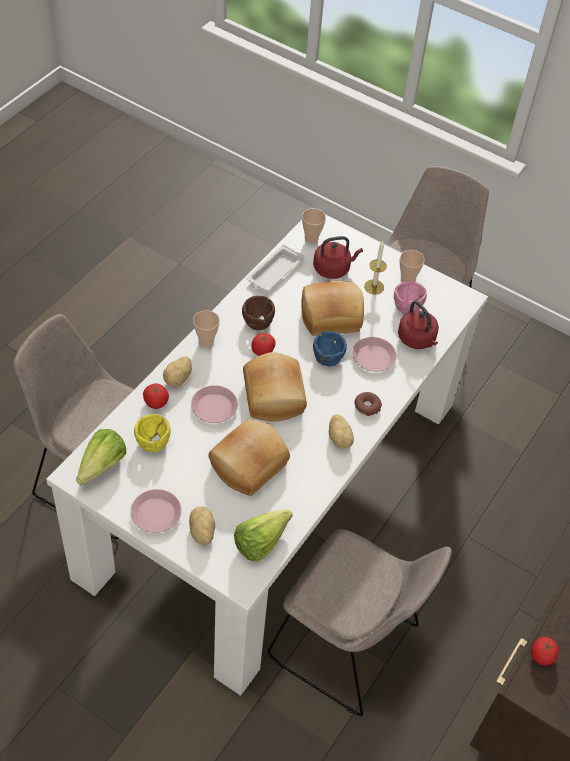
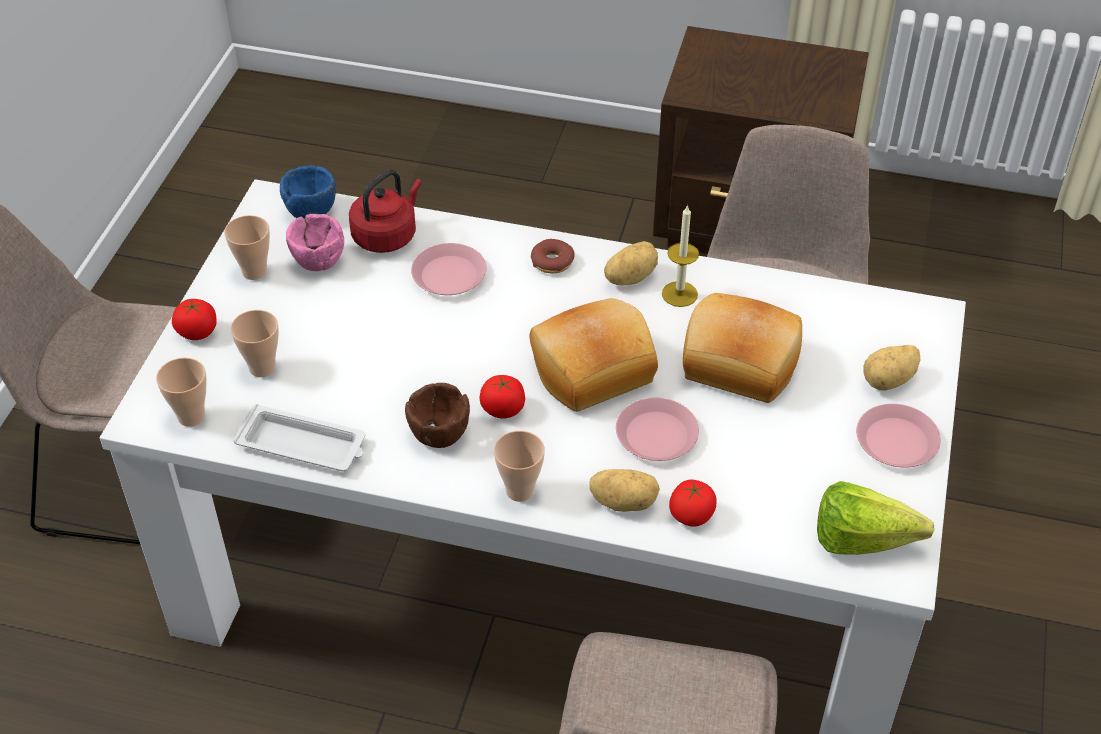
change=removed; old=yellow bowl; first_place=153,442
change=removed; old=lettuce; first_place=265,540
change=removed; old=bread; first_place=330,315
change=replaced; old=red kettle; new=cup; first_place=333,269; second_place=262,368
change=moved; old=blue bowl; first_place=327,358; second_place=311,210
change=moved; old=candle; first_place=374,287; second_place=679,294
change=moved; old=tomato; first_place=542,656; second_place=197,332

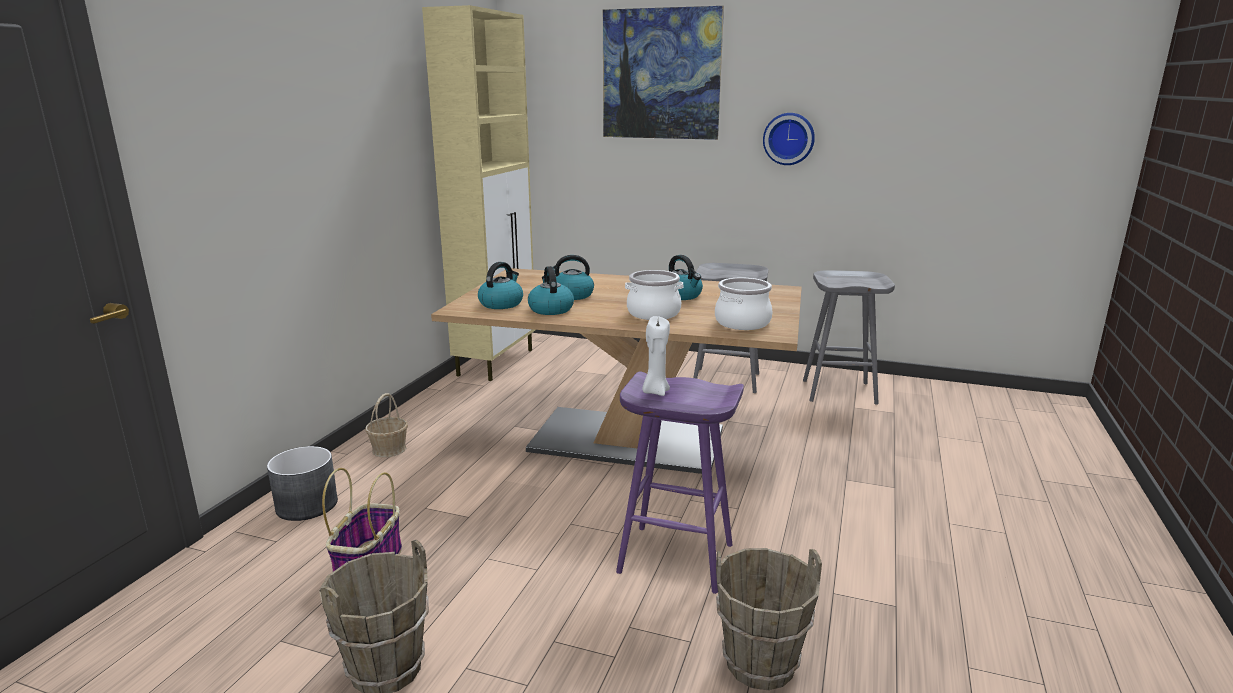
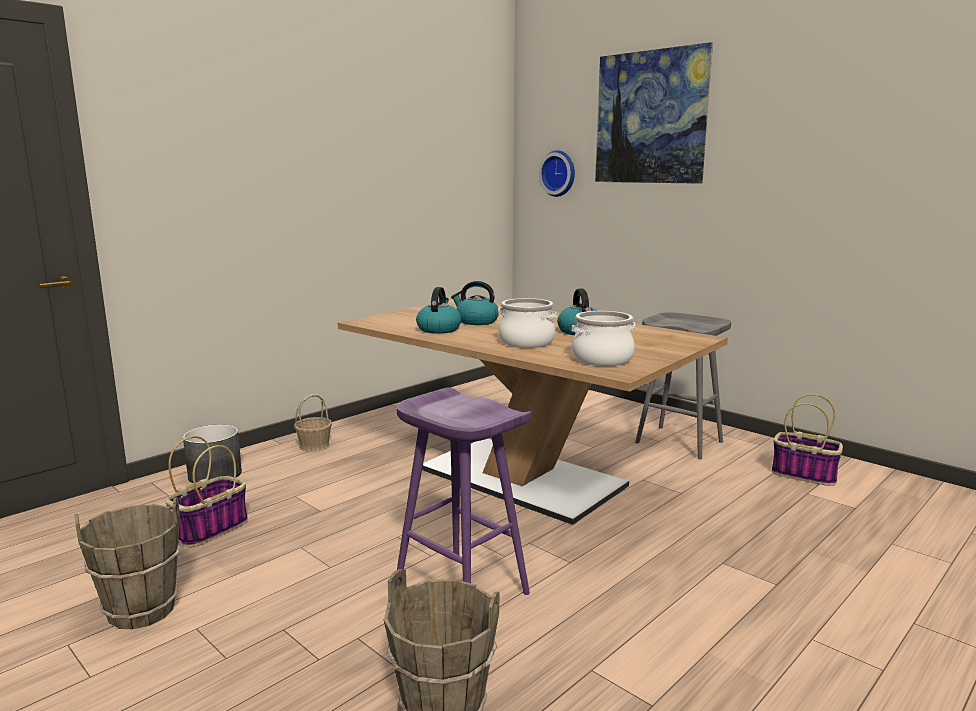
change=removed; old=beige cabinet; first_place=497,362
change=removed; old=kettle; first_place=501,304
change=removed; old=white candle; first_place=655,391
change=moved; old=wall clock; first_place=789,138; second_place=559,173
change=replaced; old=grey stool; new=basket; first_place=840,391; second_place=805,475

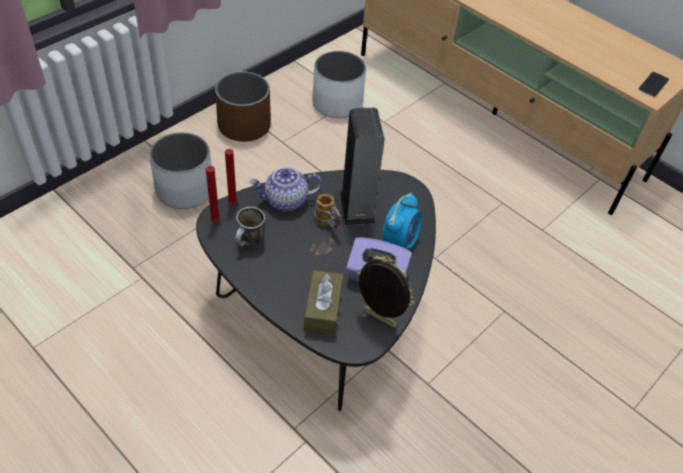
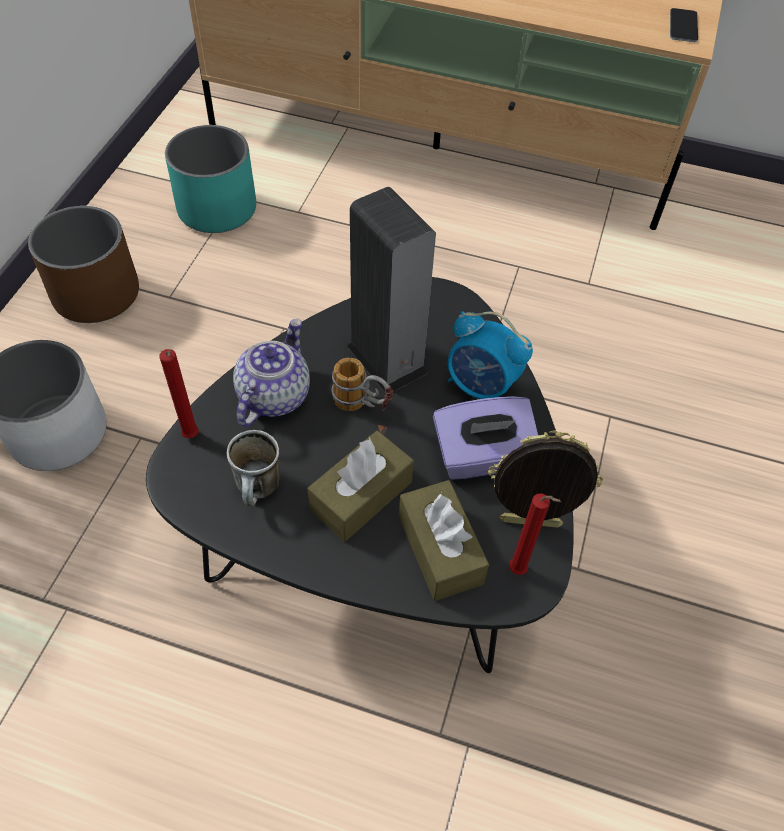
change=moved; old=red candle; first_place=216,222; second_place=520,571
change=turned; old=teapot; first_place=285,201; second_place=273,395; degrees=150
change=recoloured; old=white planter; new=turquoise planter; first_place=337,104; second_place=217,210
change=turned; old=alarm clock; first_place=400,242; second_place=481,386; degrees=120
change=added; new=brown tissue box; second_place=361,495

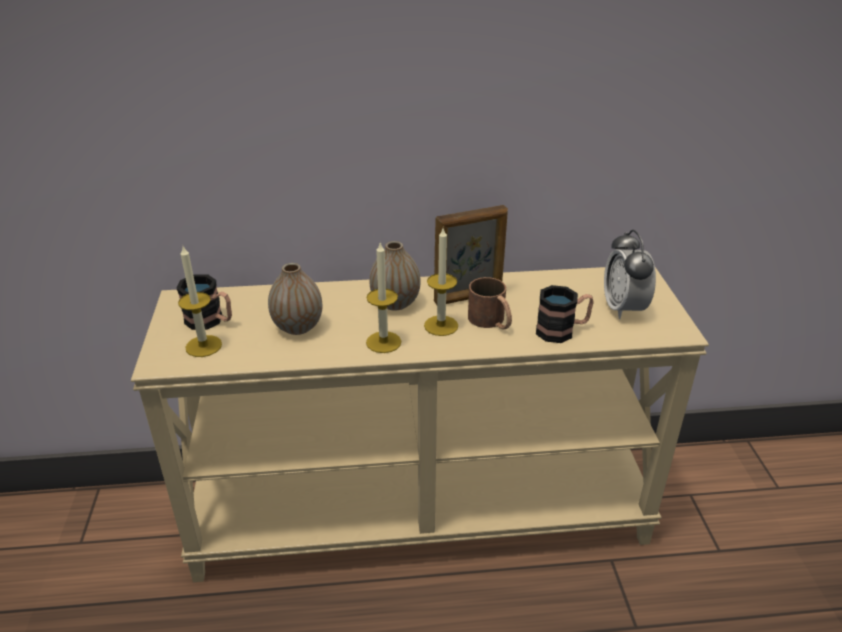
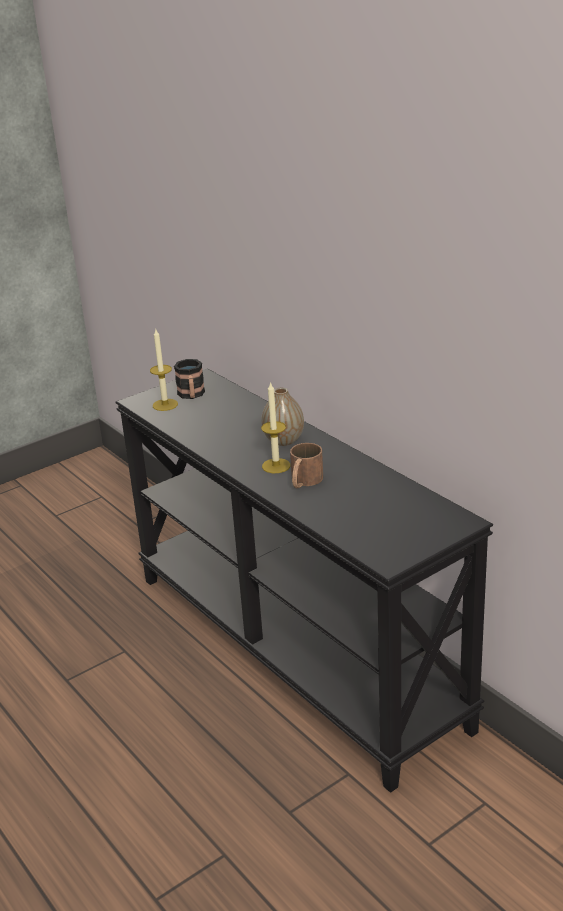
change=recoloured; old=beige console table; new=black console table; first_place=422,512; second_place=297,648
change=removed; old=vase; first_place=298,327
change=removed; old=candle; first_place=383,342
change=removed; old=picture frame; first_place=468,297
change=removed; old=mug; first_place=562,330
change=removed; old=alarm clock; first_place=623,308

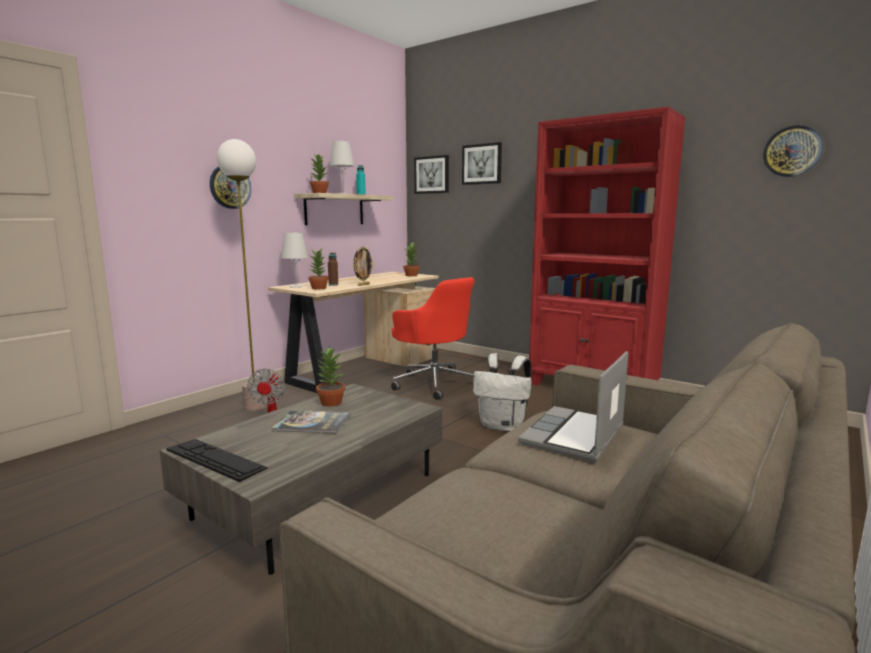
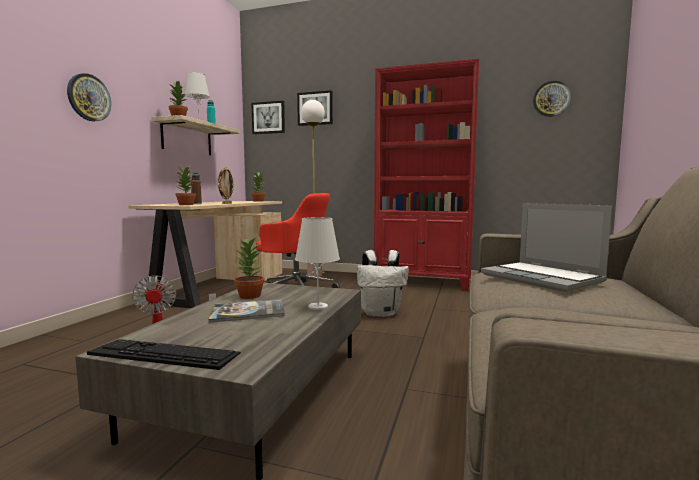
change=moved; old=floor lamp; first_place=256,406; second_place=314,275
change=moved; old=white table lamp; first_place=296,286; second_place=317,306
change=turned; old=laptop; first_place=574,436; second_place=543,278; degrees=-45

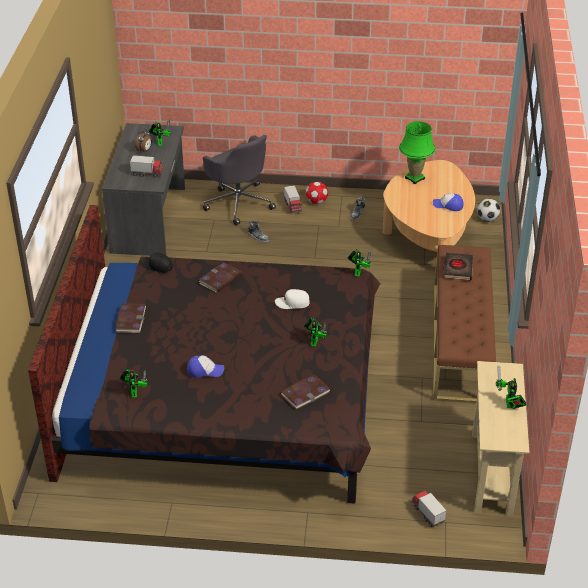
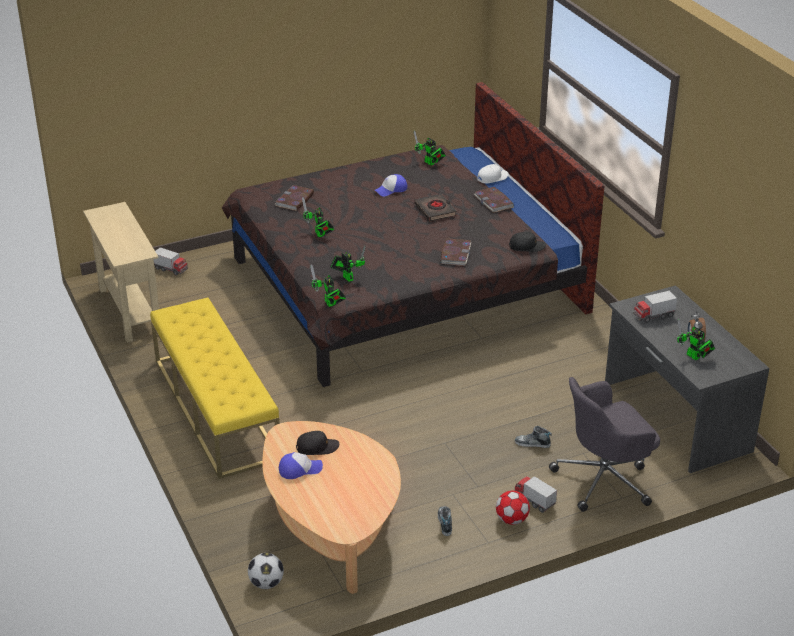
change=turned; old=grey office chair; first_place=238,202; second_place=604,479; degrees=-45
change=moved; old=white cap; first_place=292,303; second_place=492,178
change=removed; old=green table lamp; first_place=414,178
change=recoloured; old=brown bench; new=yellow bench; first_place=461,341; second_place=215,408
change=moved; old=black book; first_place=457,269; second_place=435,210
change=moved; old=toy robot; first_place=509,405; second_place=347,277
change=added; new=black cap; second_place=317,447

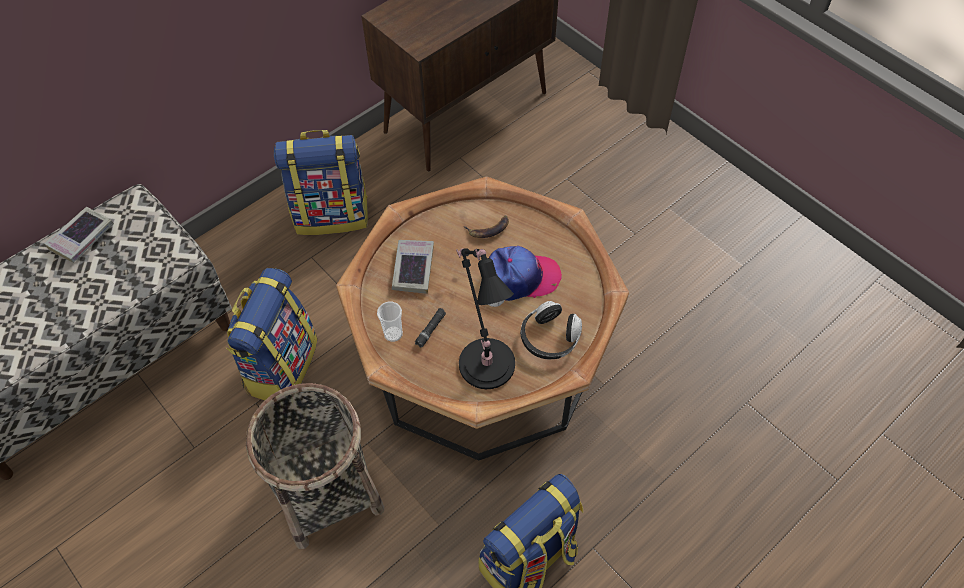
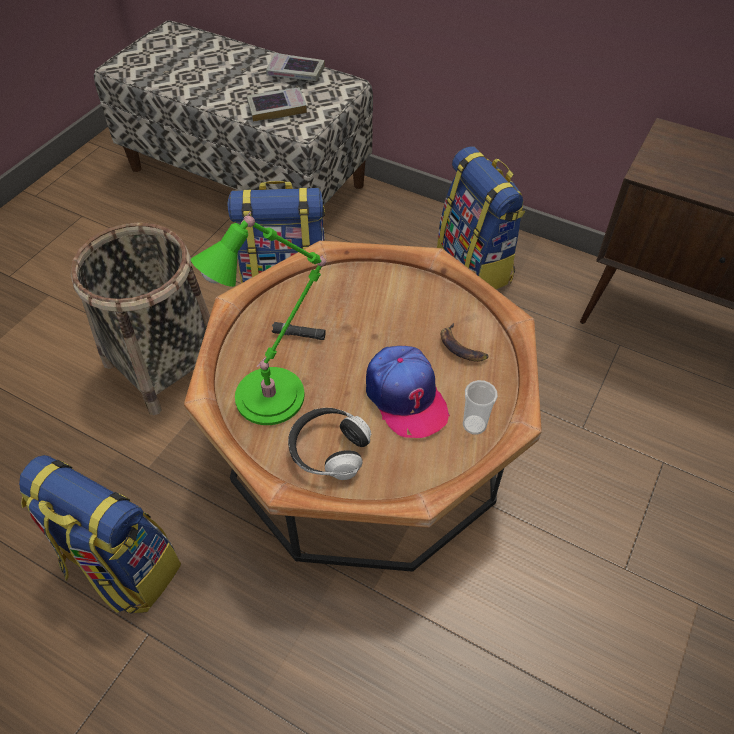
change=moved; old=cup; first_place=393,334; second_place=474,425
change=moved; old=book; first_place=413,269; second_place=277,108
change=recoloured; old=black table lamp; new=green table lamp; first_place=485,359; second_place=275,393

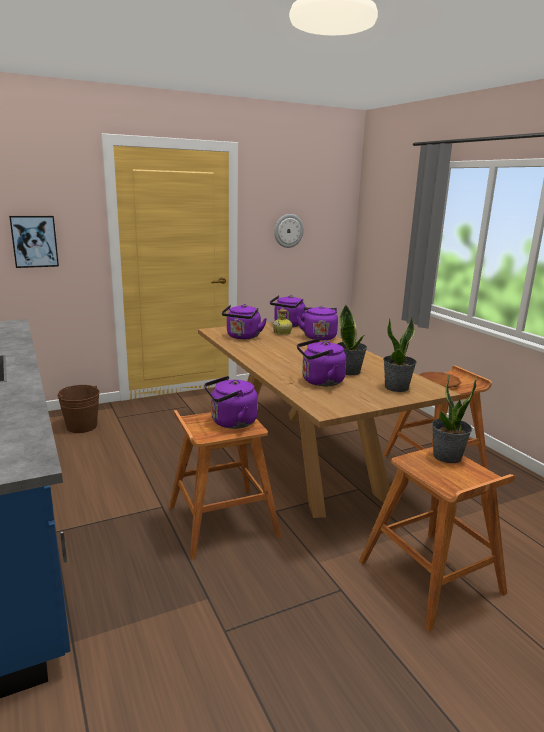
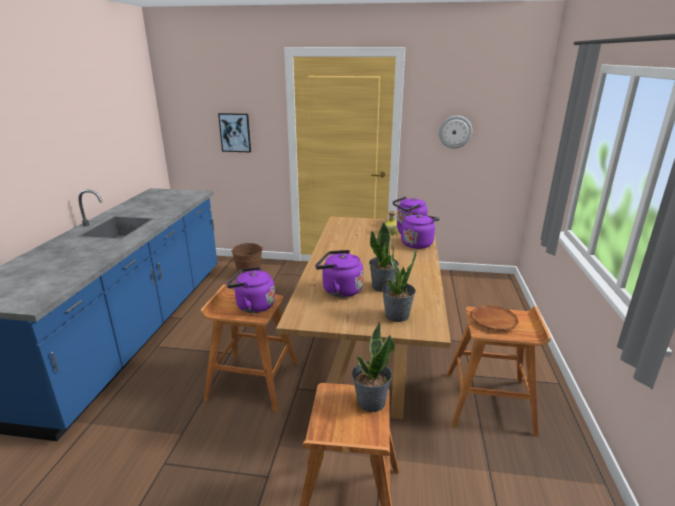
change=removed; old=purple kettle; first_place=243,337

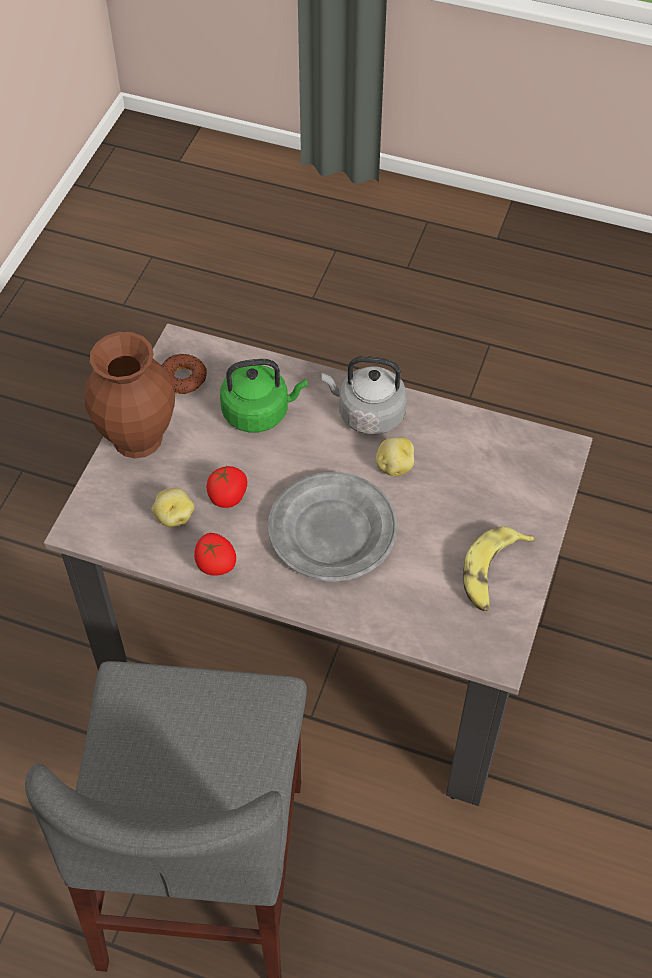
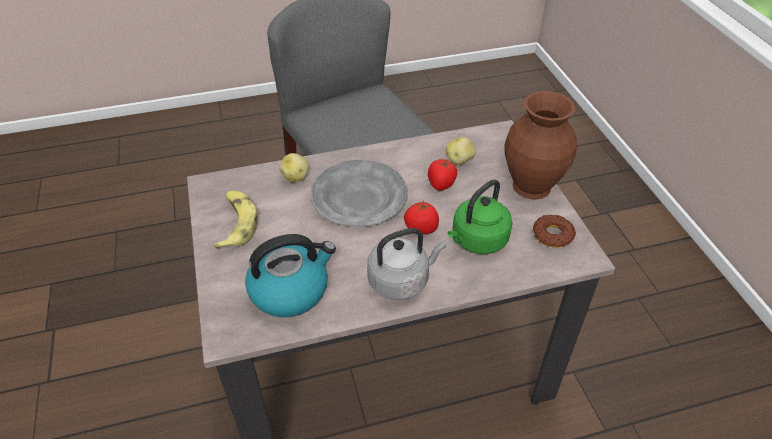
change=moved; old=tomato; first_place=215,564; second_place=421,228
change=moved; old=potato; first_place=394,466; second_place=296,176
change=added; new=kettle; second_place=290,290

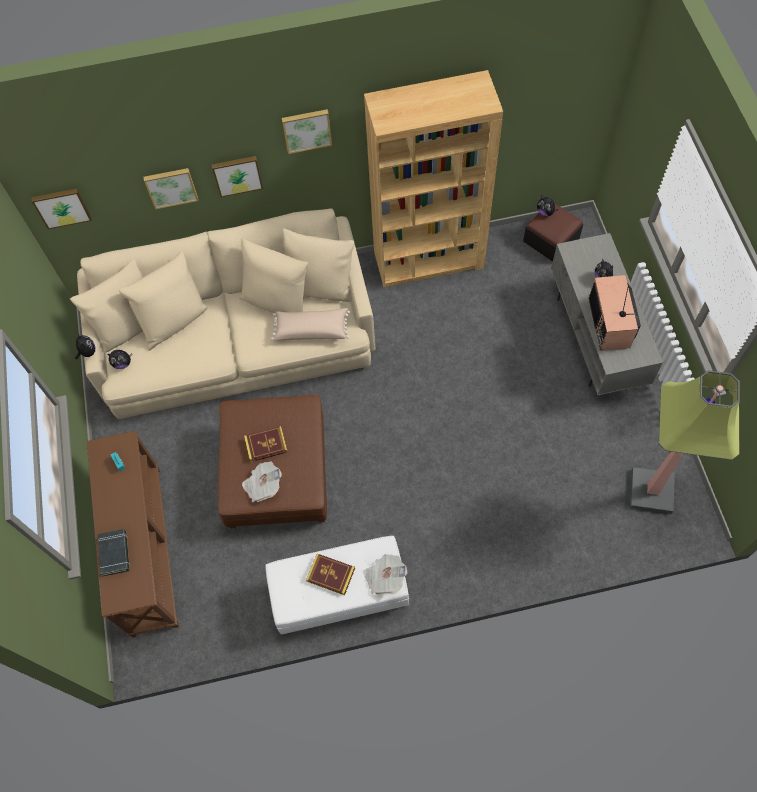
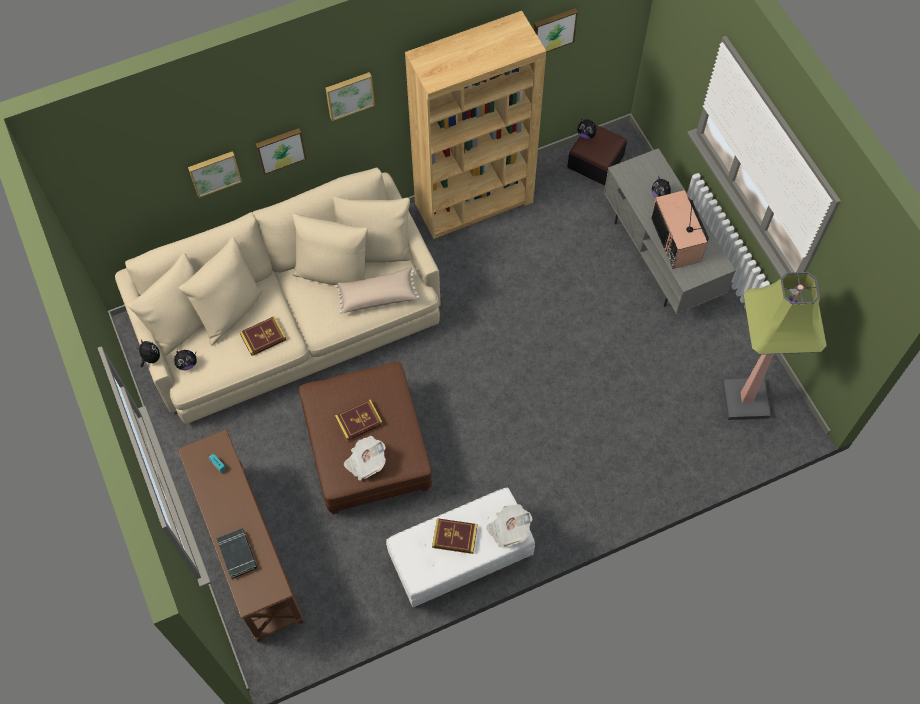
change=moved; old=picture; first_place=62,207; second_place=553,30
change=added; new=book; second_place=263,337

